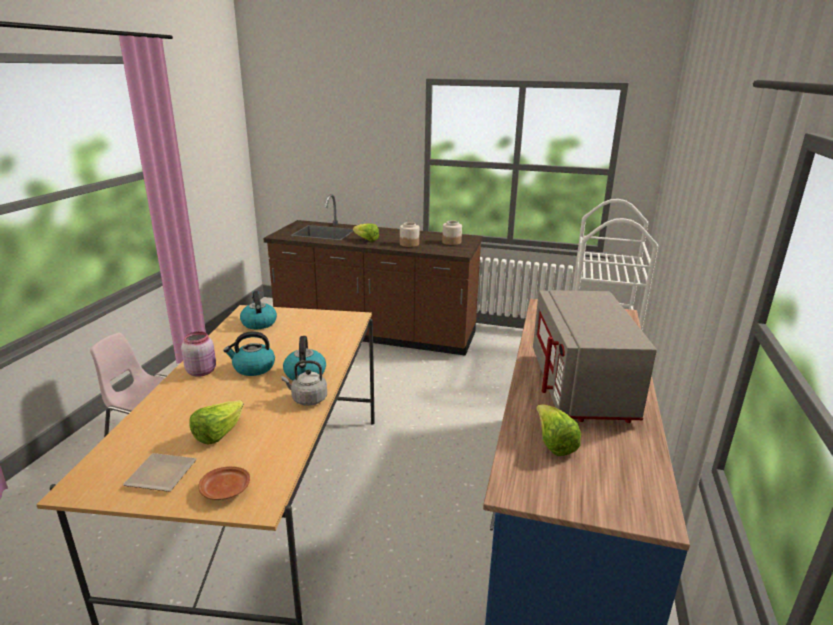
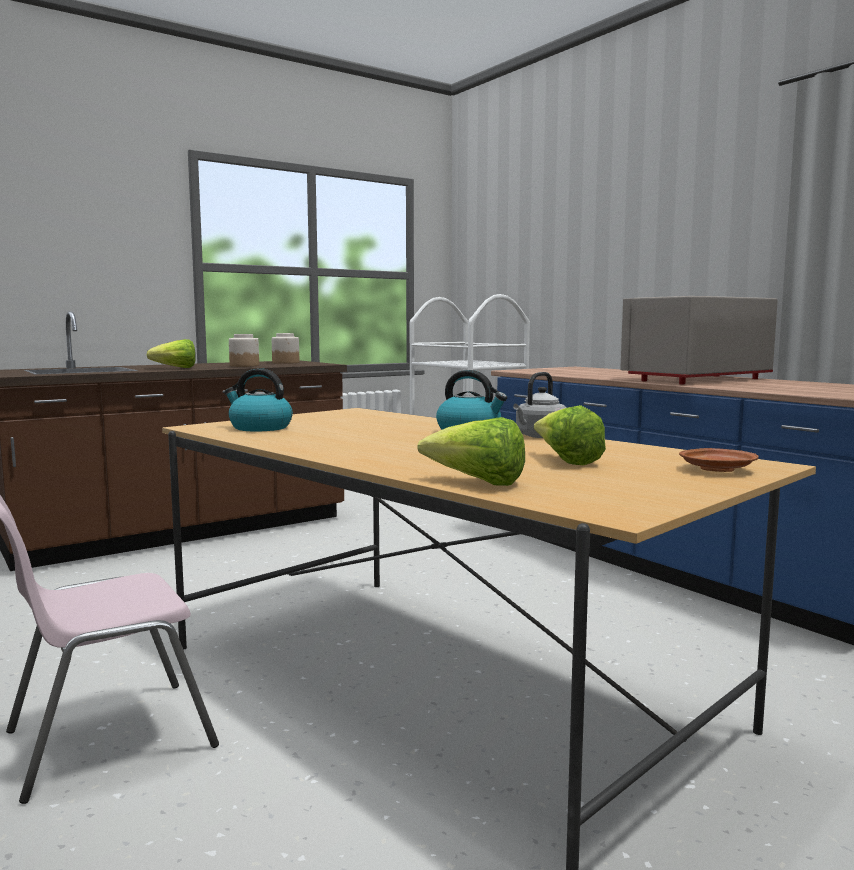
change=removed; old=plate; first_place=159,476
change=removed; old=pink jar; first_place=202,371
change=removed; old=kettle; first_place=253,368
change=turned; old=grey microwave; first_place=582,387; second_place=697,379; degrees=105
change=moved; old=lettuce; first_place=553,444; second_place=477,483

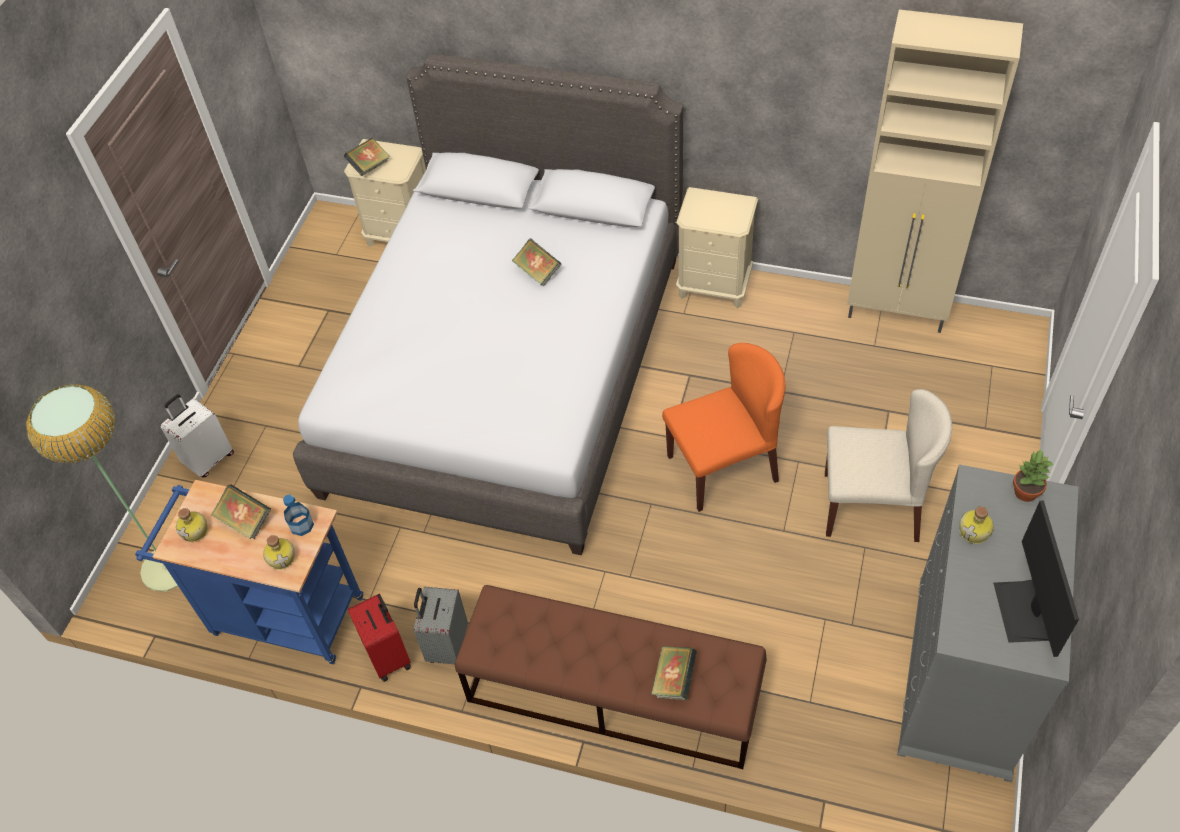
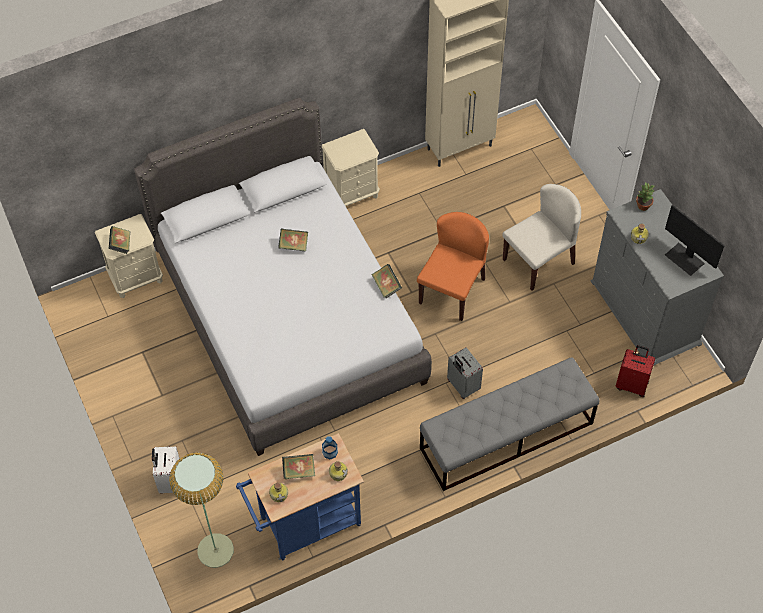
change=moved; old=red suitcase; first_place=389,656; second_place=632,385
change=moved; old=grey suitcase; first_place=446,645; second_place=462,386
change=recoloured; old=brown bench; new=grey bench; first_place=612,694; second_place=506,436
change=moved; old=book; first_place=674,680; second_place=386,286

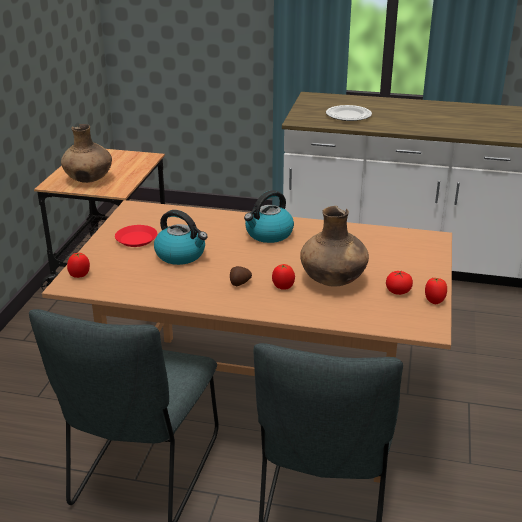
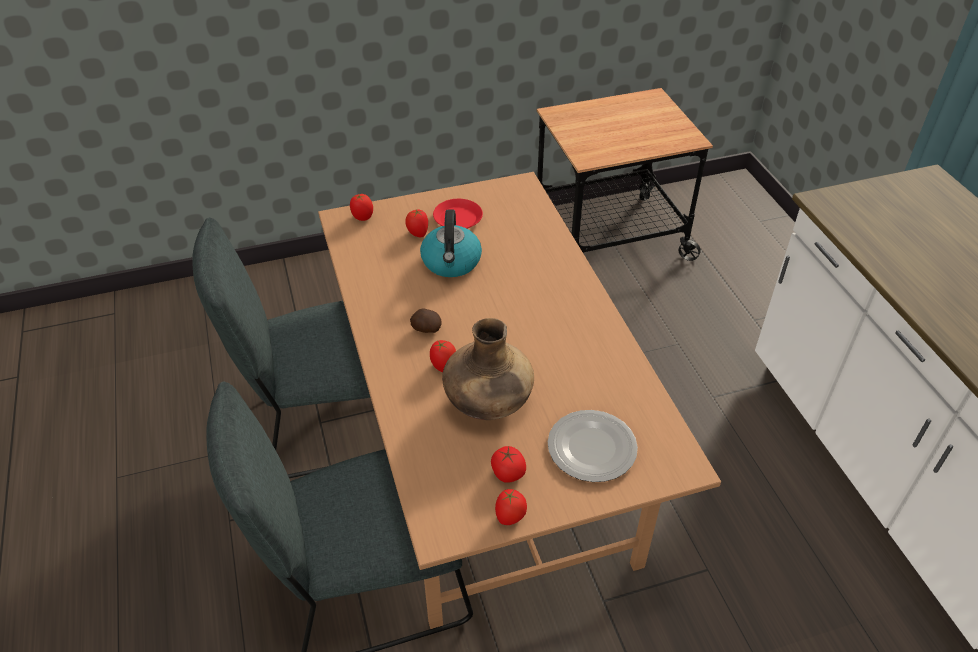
change=removed; old=brown vase; first_place=89,180
change=removed; old=kettle; first_place=268,234
change=moved; old=plate; first_place=348,115; second_place=591,448
change=added; new=tomato; second_place=417,234

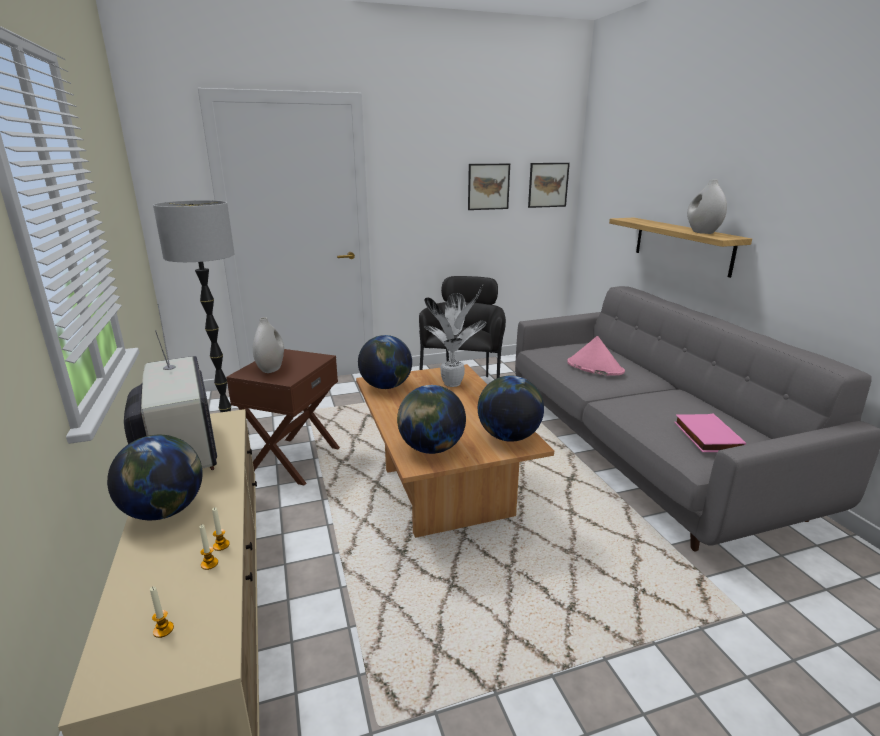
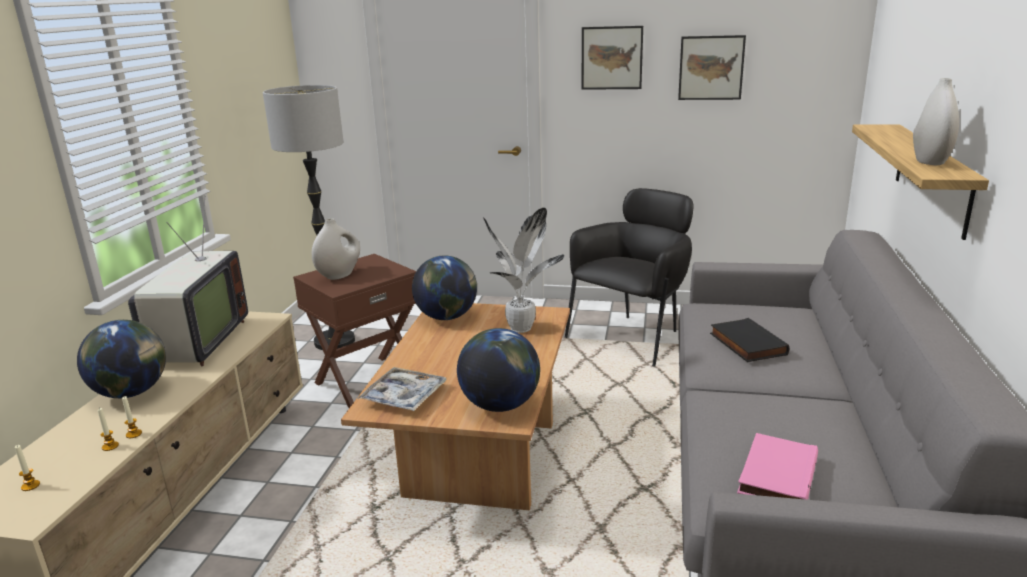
change=replaced; old=globe; new=tray; first_place=431,448; second_place=404,396
change=moved; old=picture; first_place=548,185; second_place=611,58
change=replaced; old=pink hat; new=black book; first_place=594,367; second_place=746,344

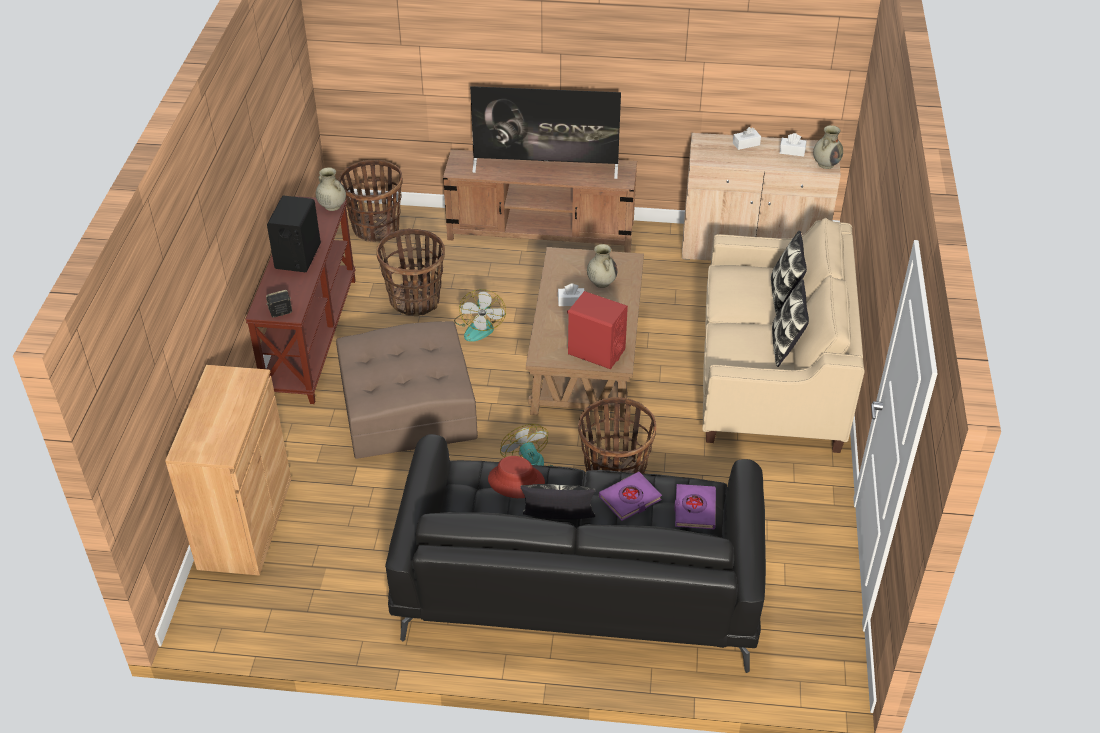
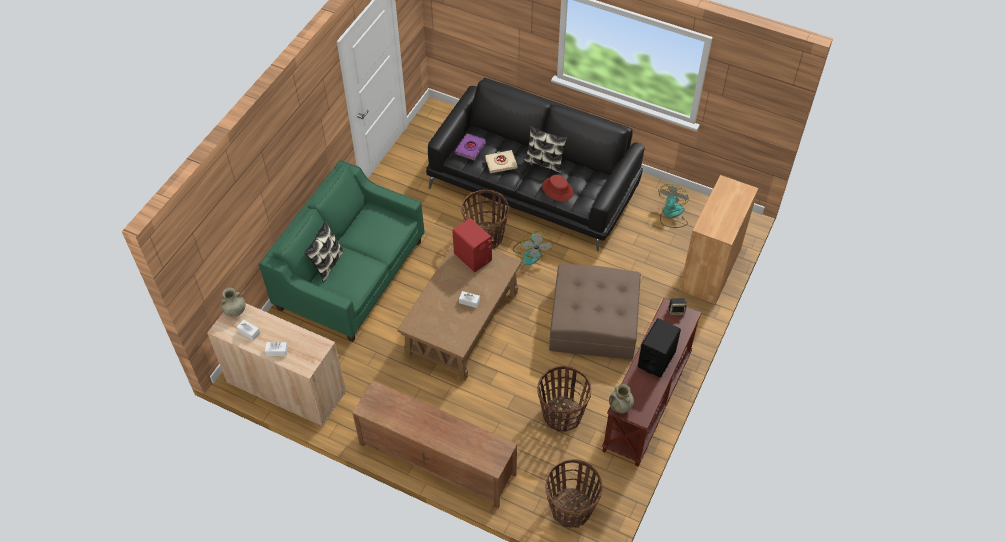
change=moved; old=fan; first_place=479,326; second_place=671,215
change=removed; old=television; first_place=546,166
change=removed; old=beige vase; first_place=601,282
change=recoloured; old=purple book; new=beige book; first_place=630,499; second_place=501,163
change=recoloured; old=beige sofa; new=green sofa; first_place=771,375; second_place=351,275
change=removed; old=pillow; first_place=786,345

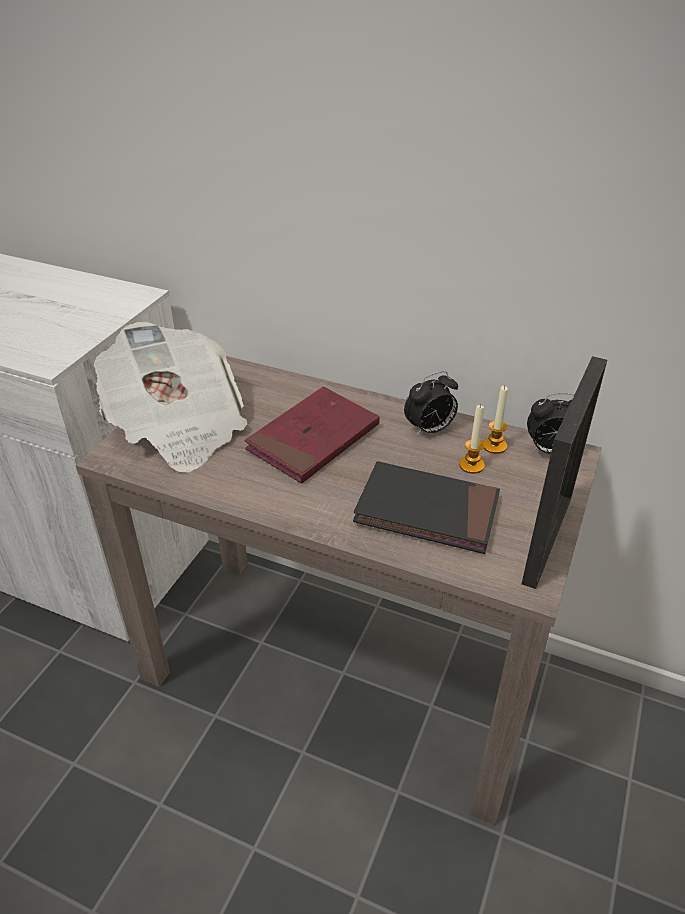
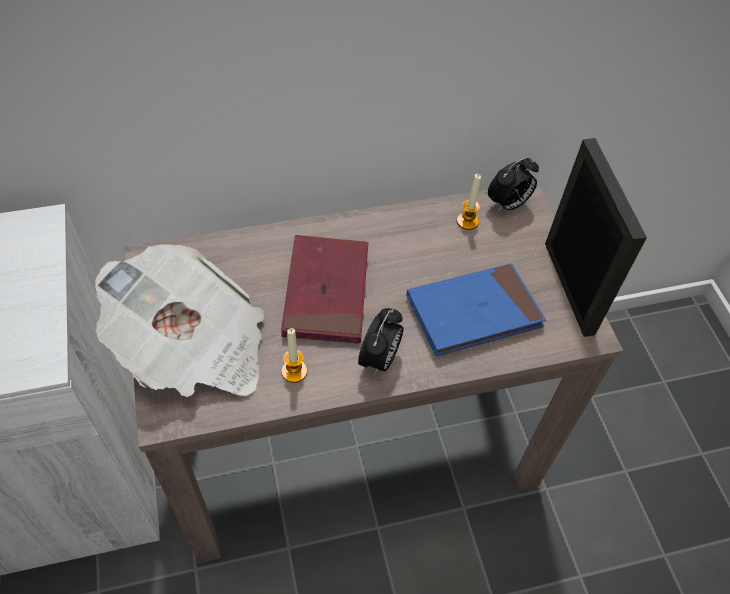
change=recoloured; old=black book; new=blue book; first_place=427,511; second_place=473,312
change=moved; old=alarm clock; first_place=429,430; second_place=379,360
change=moved; old=candle; first_place=471,465; second_place=294,371

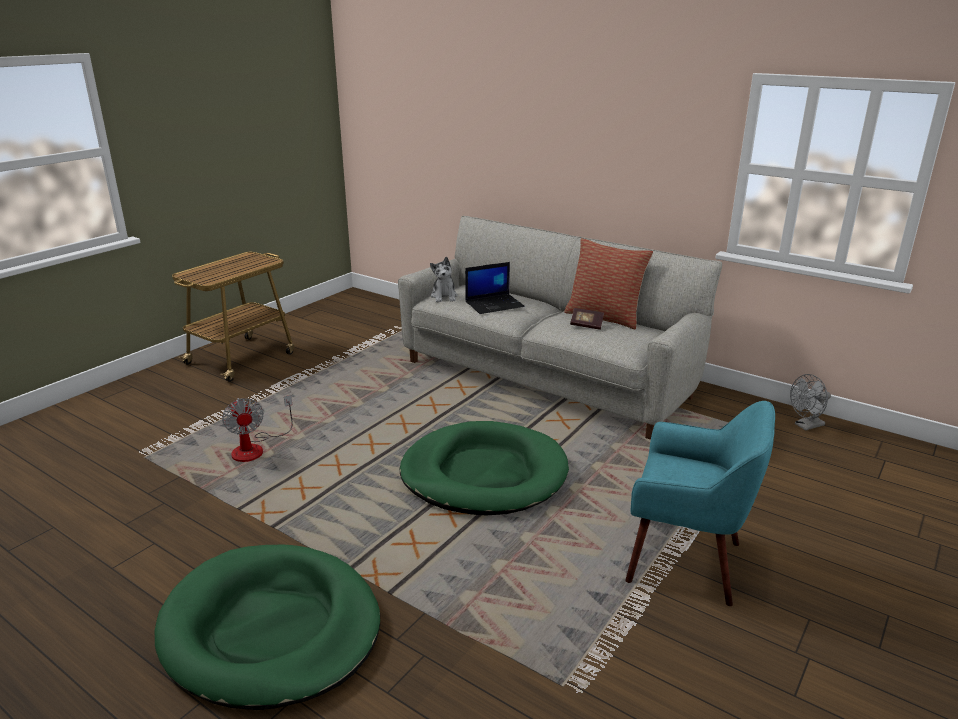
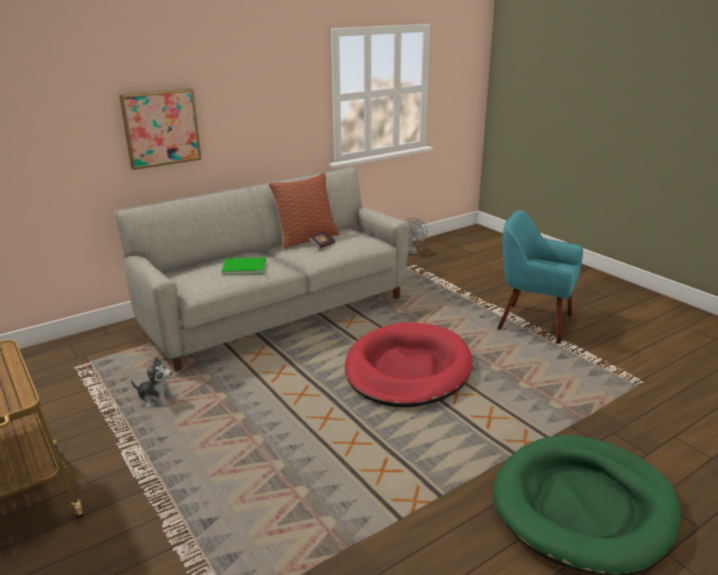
change=removed; old=fan; first_place=255,448
change=recoloured; old=green dog bed; new=red dog bed; first_place=484,474; second_place=408,370
change=moved; old=plush toy; first_place=444,296; second_place=157,398
change=replaced; old=laptop; new=green book; first_place=494,304; second_place=243,267
change=turned; old=turquoise armchair; first_place=686,561; second_place=533,322; degrees=-105
change=added; new=picture; second_place=161,128

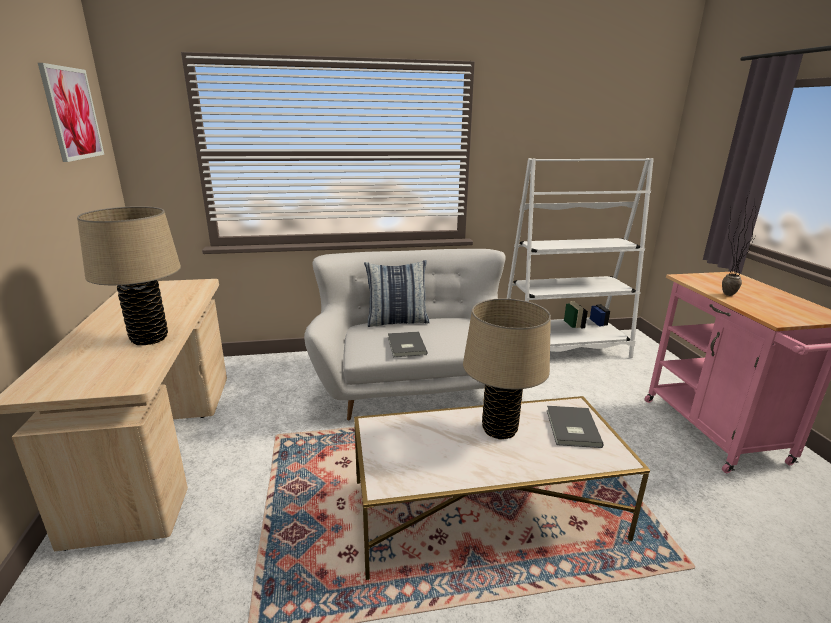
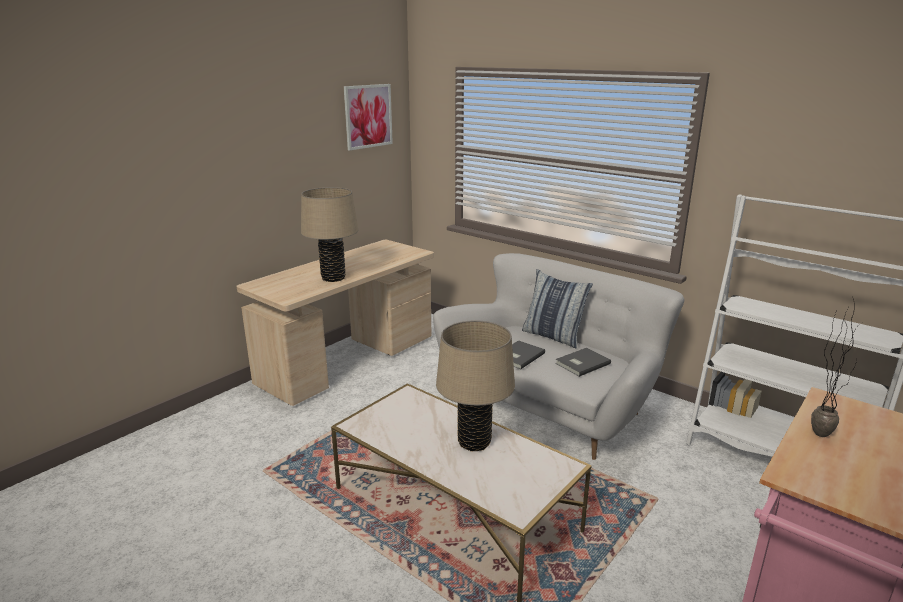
change=moved; old=grey book; first_place=571,428; second_place=581,363

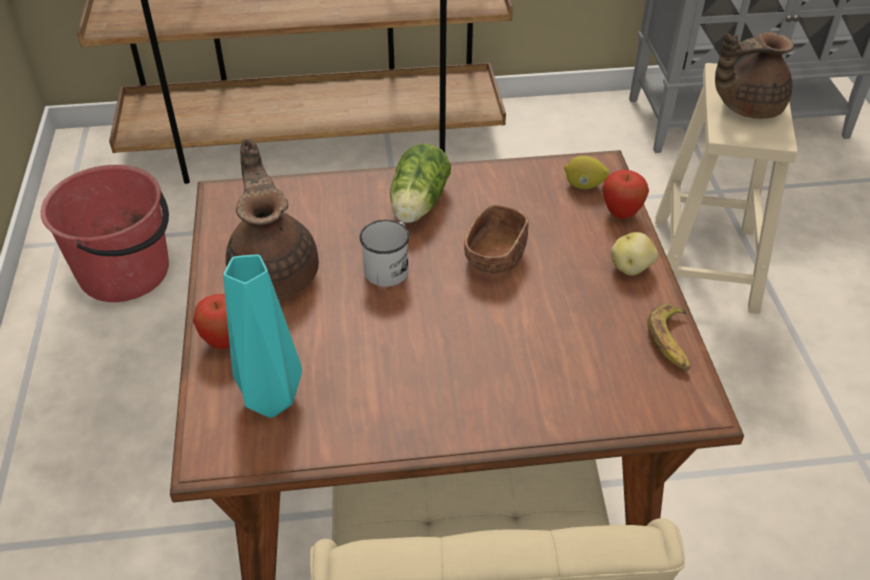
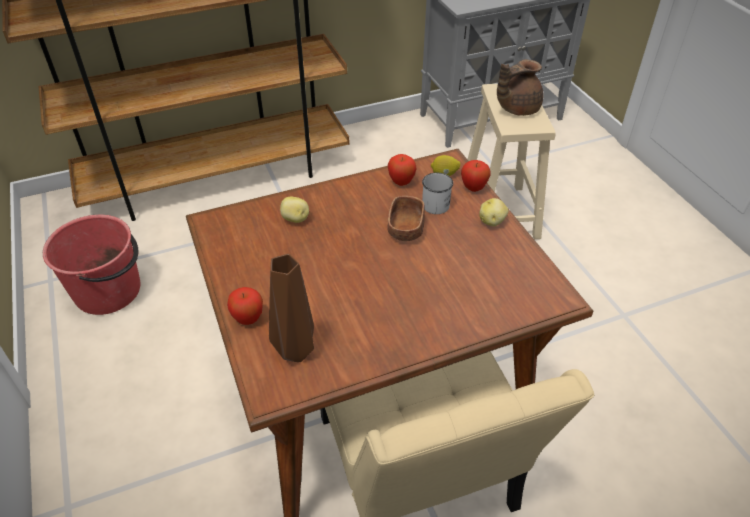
change=recoloured; old=turquoise vase; new=brown vase; first_place=271,398; second_place=295,349
change=removed; old=brown teapot; first_place=275,272
change=moved; old=white mug; first_place=389,267; second_place=436,202
change=removed; old=lettuce; first_place=417,205
change=removed; old=banana; first_place=672,342
change=added; new=potato; second_place=295,219
change=added; new=apple; second_place=401,182

